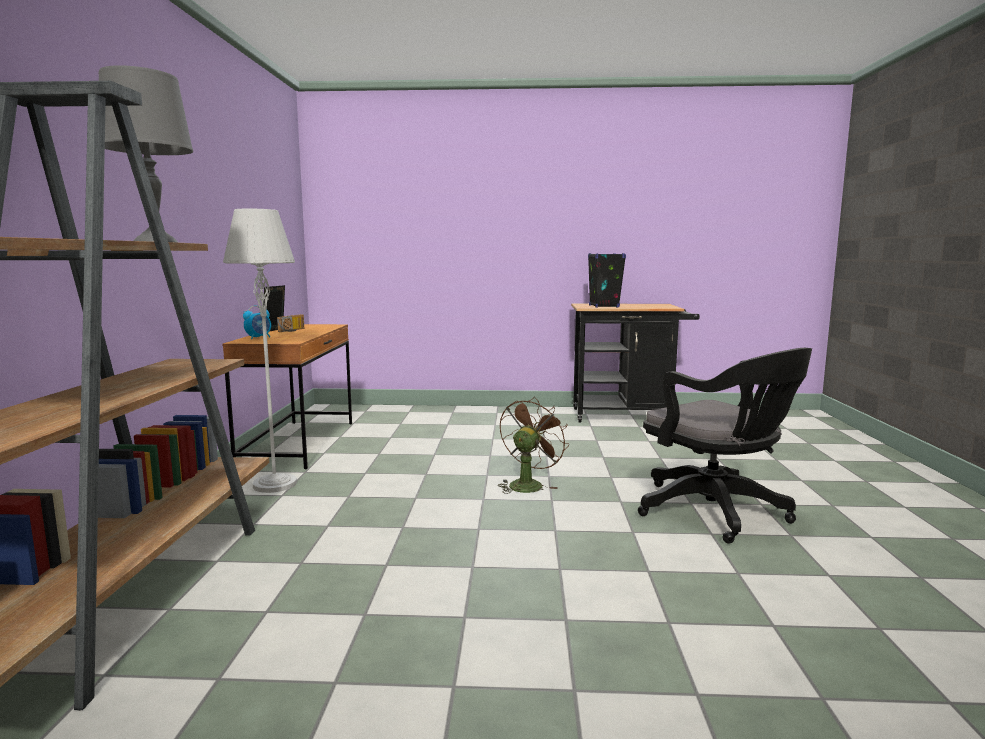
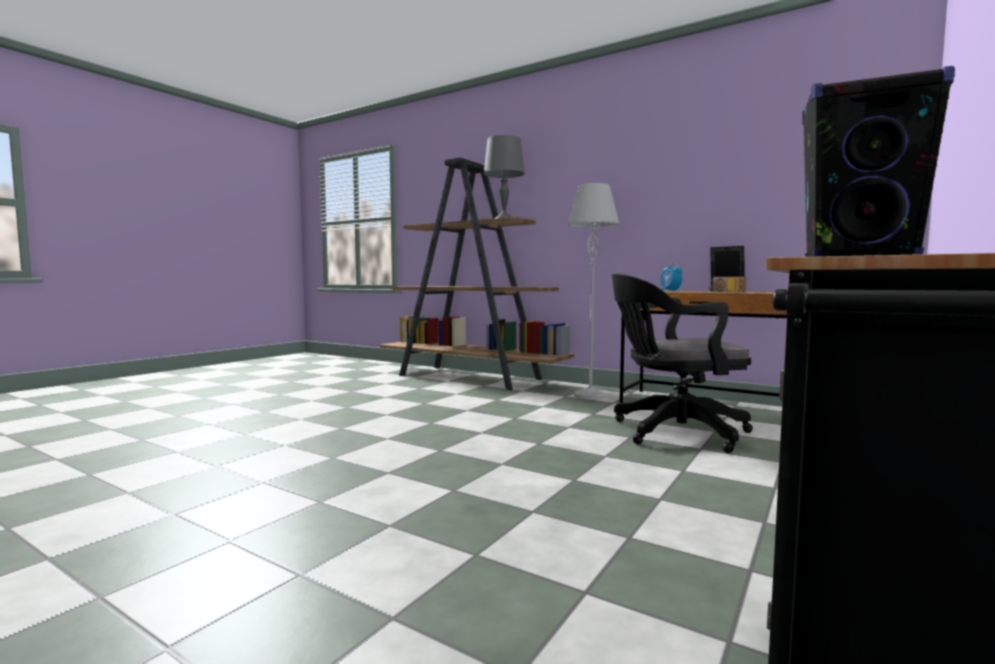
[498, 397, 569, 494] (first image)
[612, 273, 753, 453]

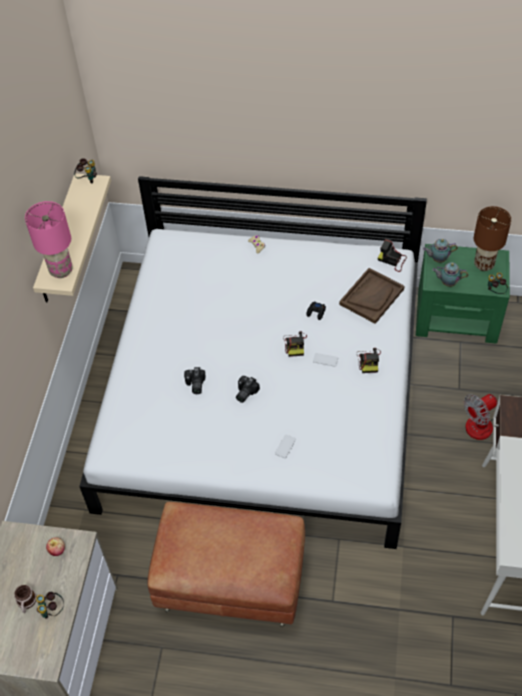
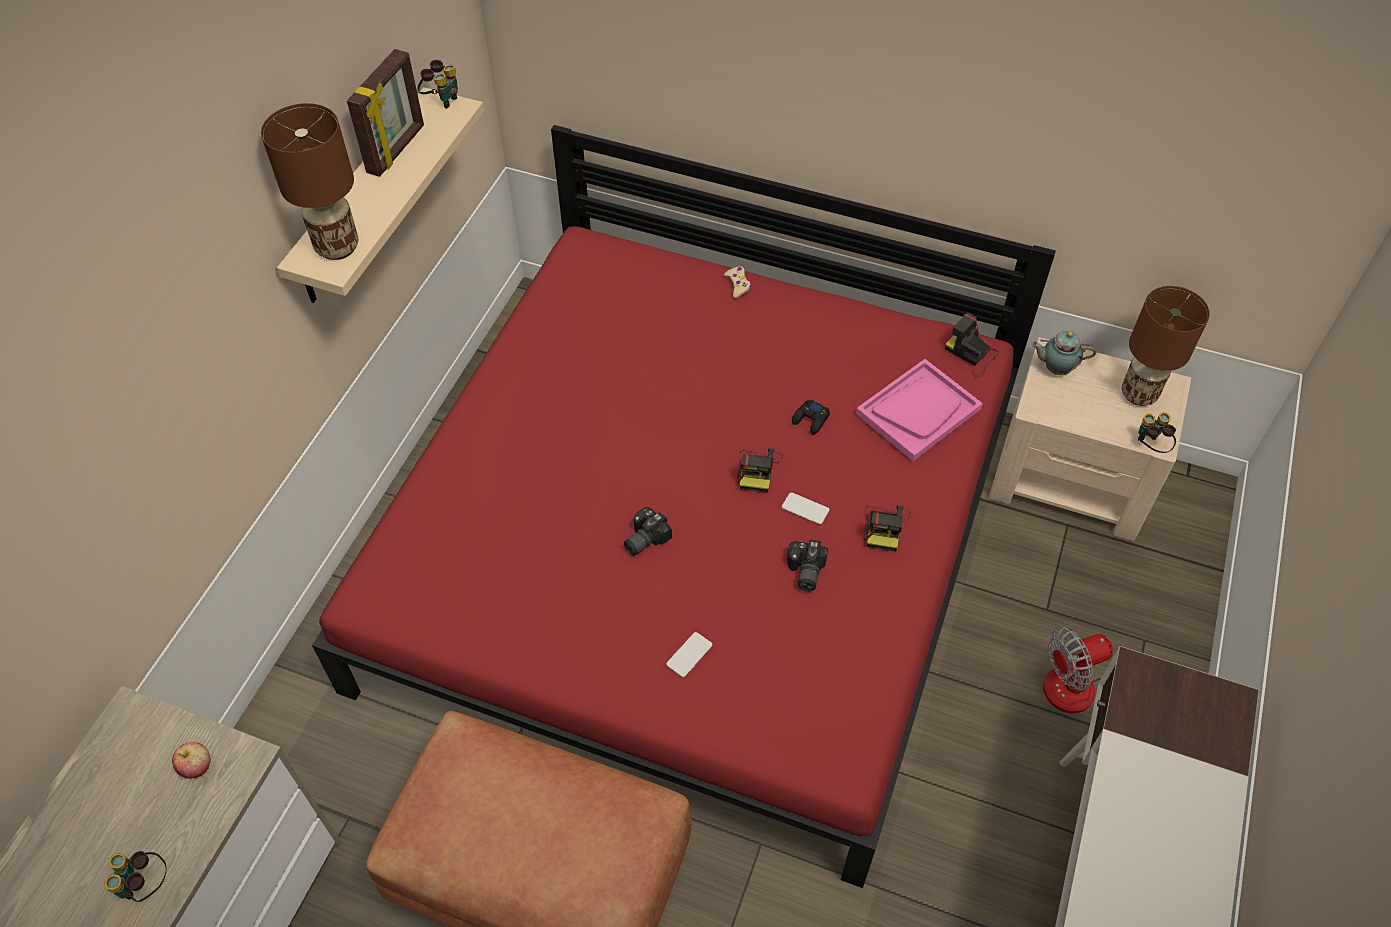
[14, 585, 37, 613] (first image)
[432, 262, 468, 287] (first image)
[347, 49, 424, 177]
[787, 539, 828, 592]
[261, 103, 359, 260]
[312, 125, 1056, 888]
[856, 359, 983, 461]
[989, 337, 1191, 541]

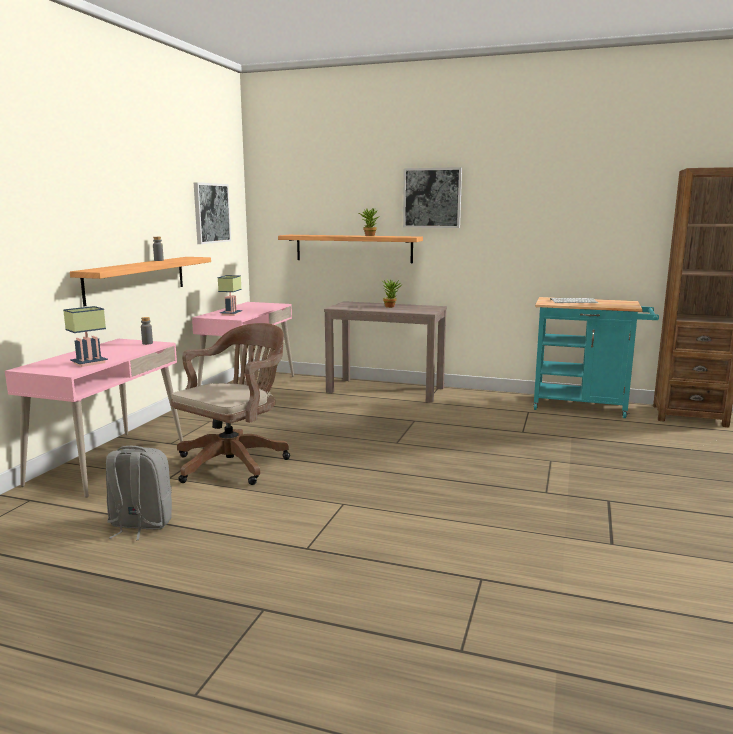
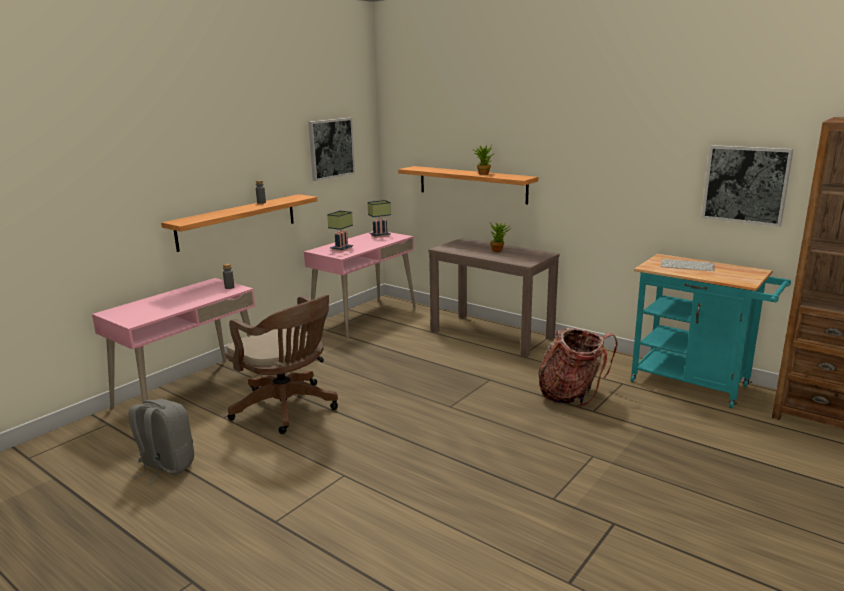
[538, 328, 618, 407]
[367, 200, 391, 238]
[702, 145, 793, 227]
[225, 295, 338, 434]

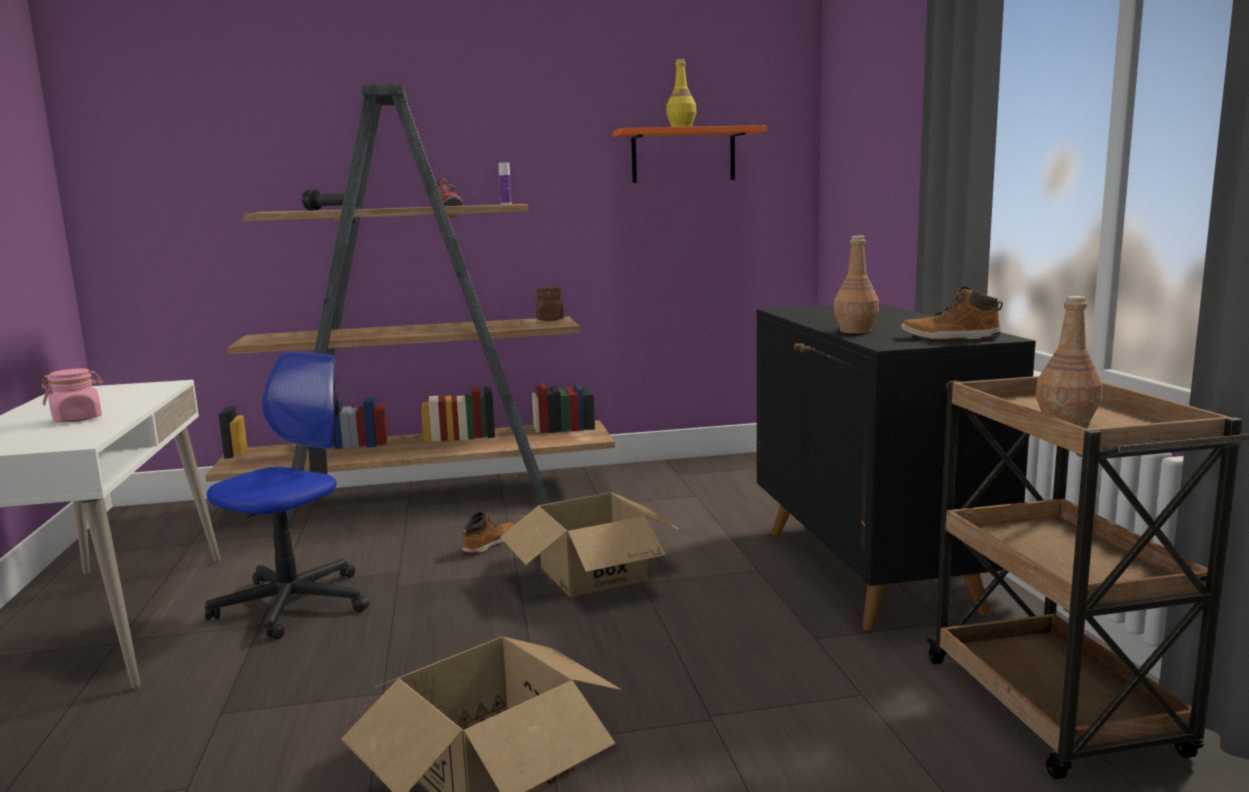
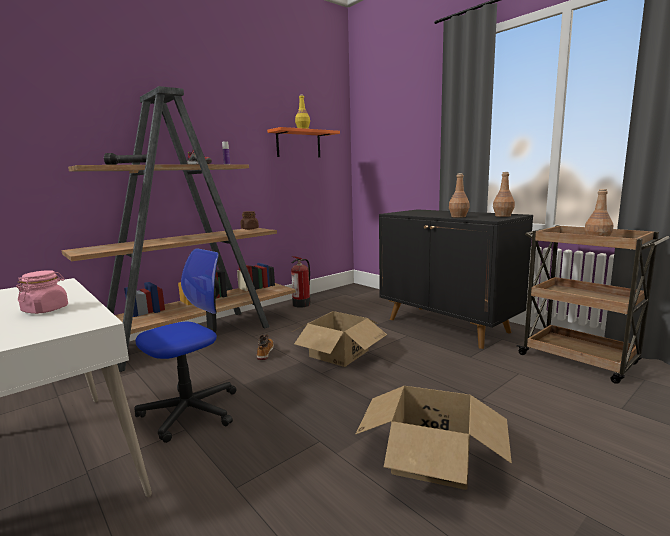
[291, 256, 311, 308]
[493, 172, 515, 217]
[134, 248, 237, 443]

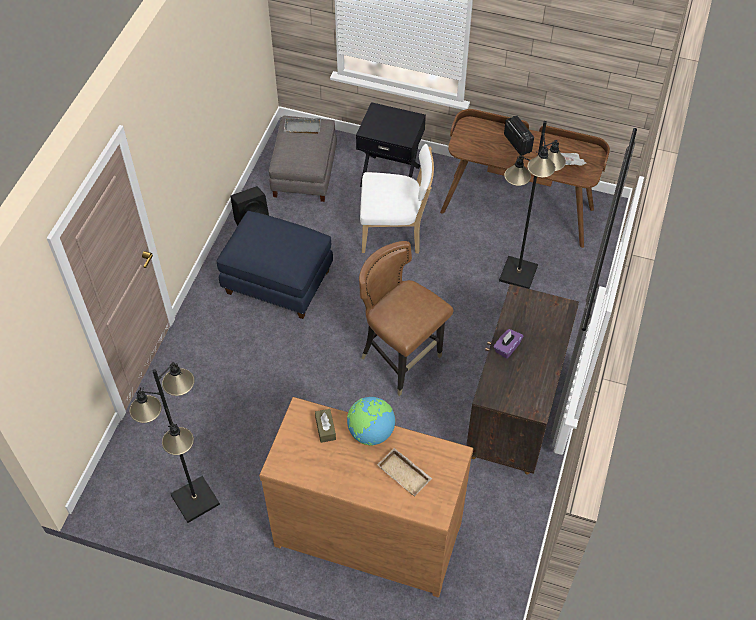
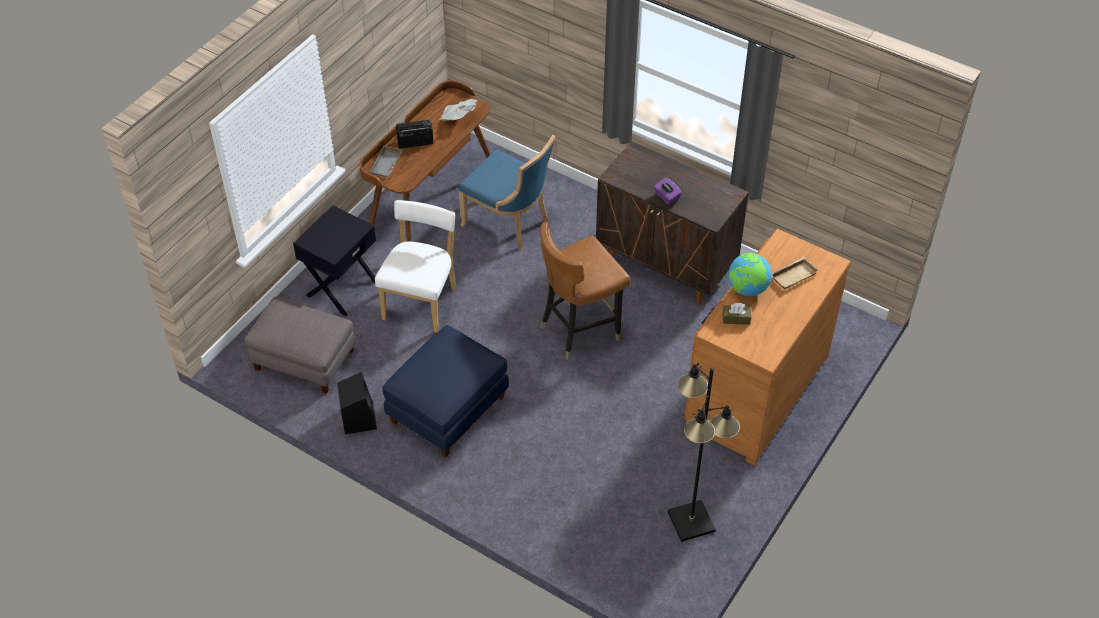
[369, 145, 403, 177]
[459, 135, 556, 250]

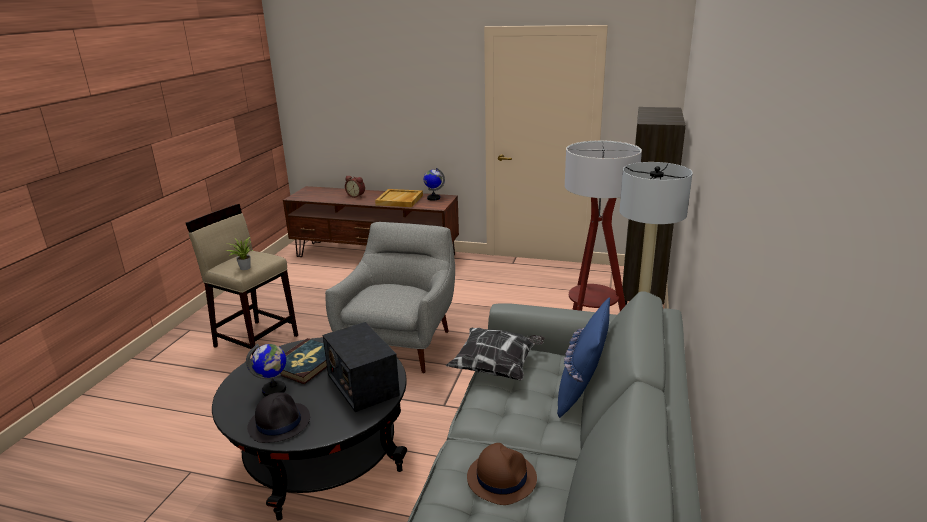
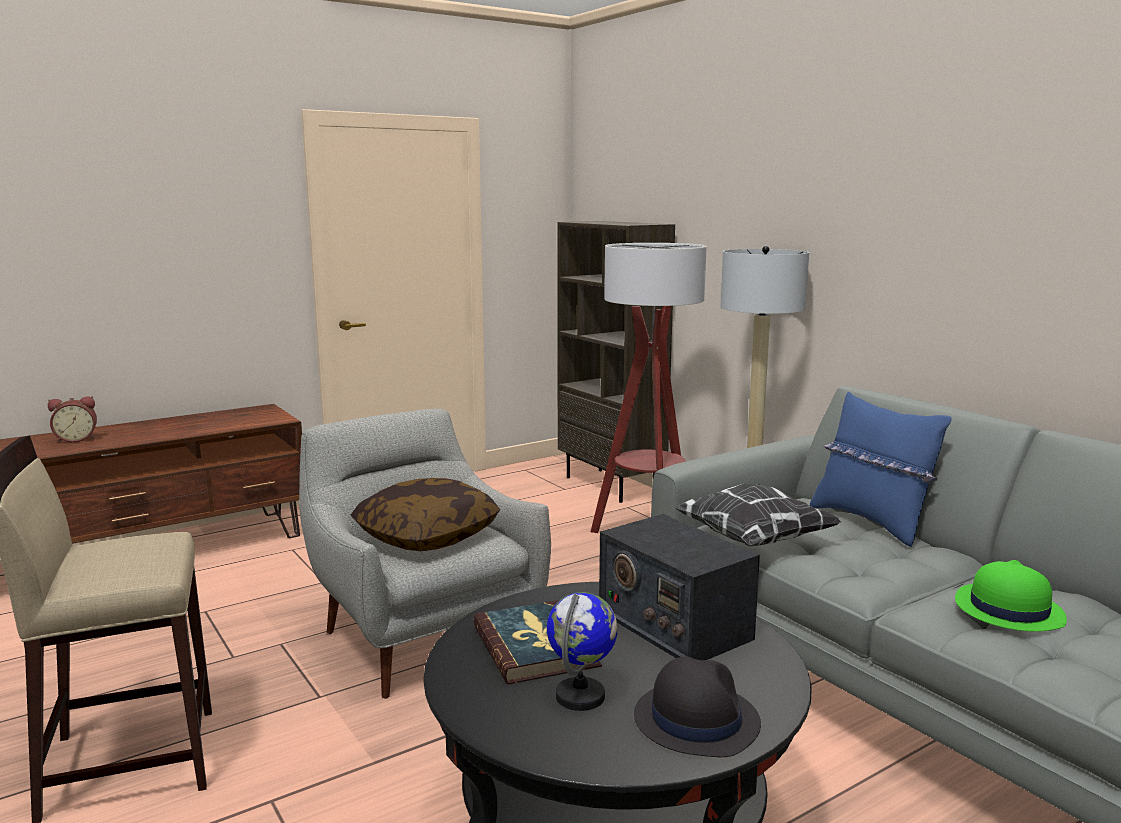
[226, 237, 254, 270] (first image)
[375, 189, 423, 207] (first image)
[424, 168, 445, 201] (first image)
[351, 478, 500, 551]
[955, 560, 1067, 632]
[599, 514, 760, 660]

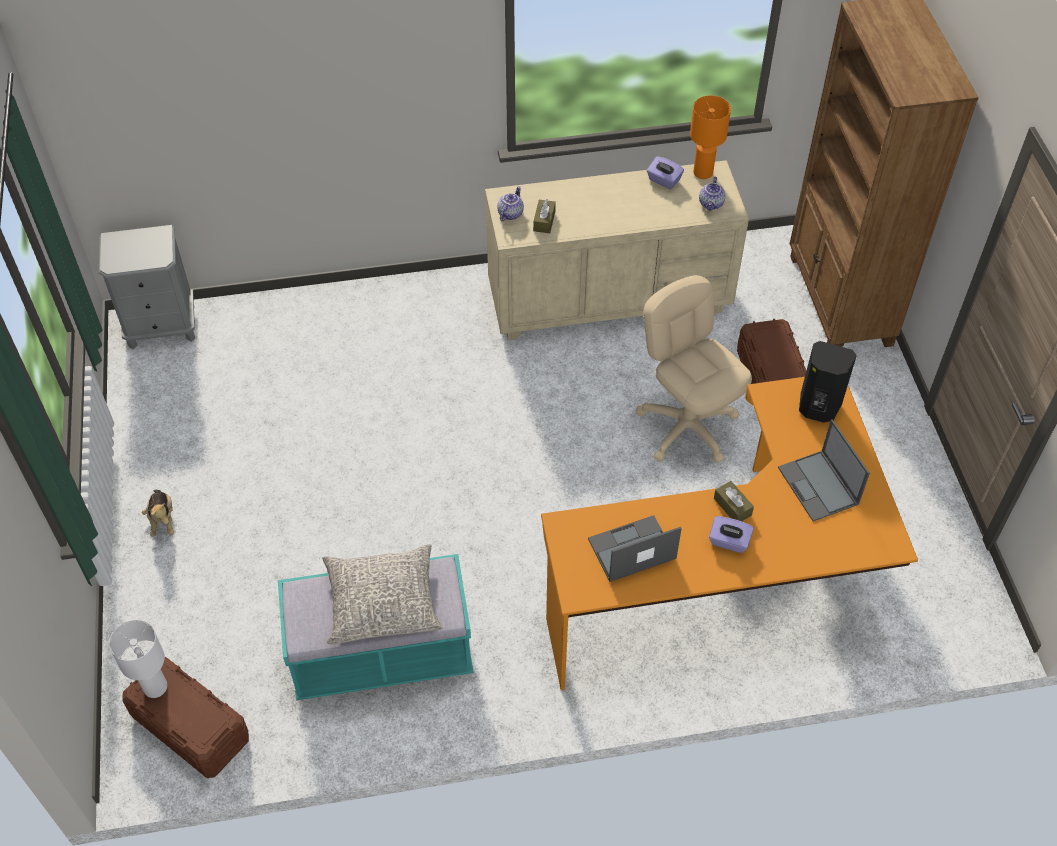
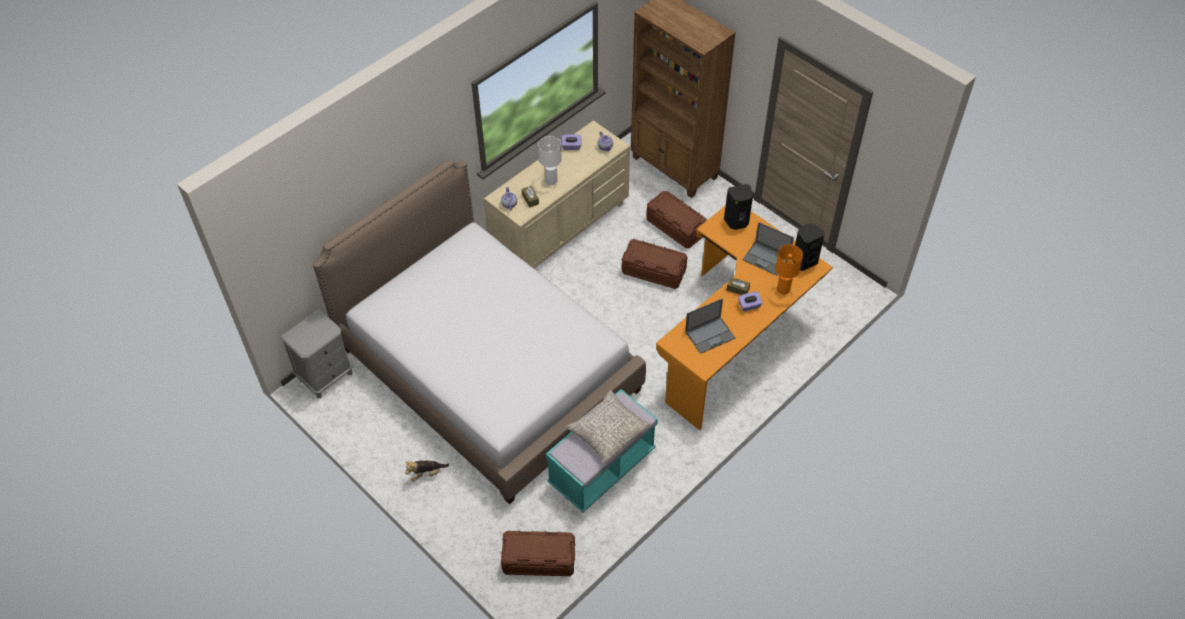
[313, 159, 646, 504]
[793, 224, 825, 271]
[538, 136, 562, 185]
[775, 245, 803, 294]
[622, 239, 687, 289]
[404, 460, 449, 482]
[685, 298, 735, 354]

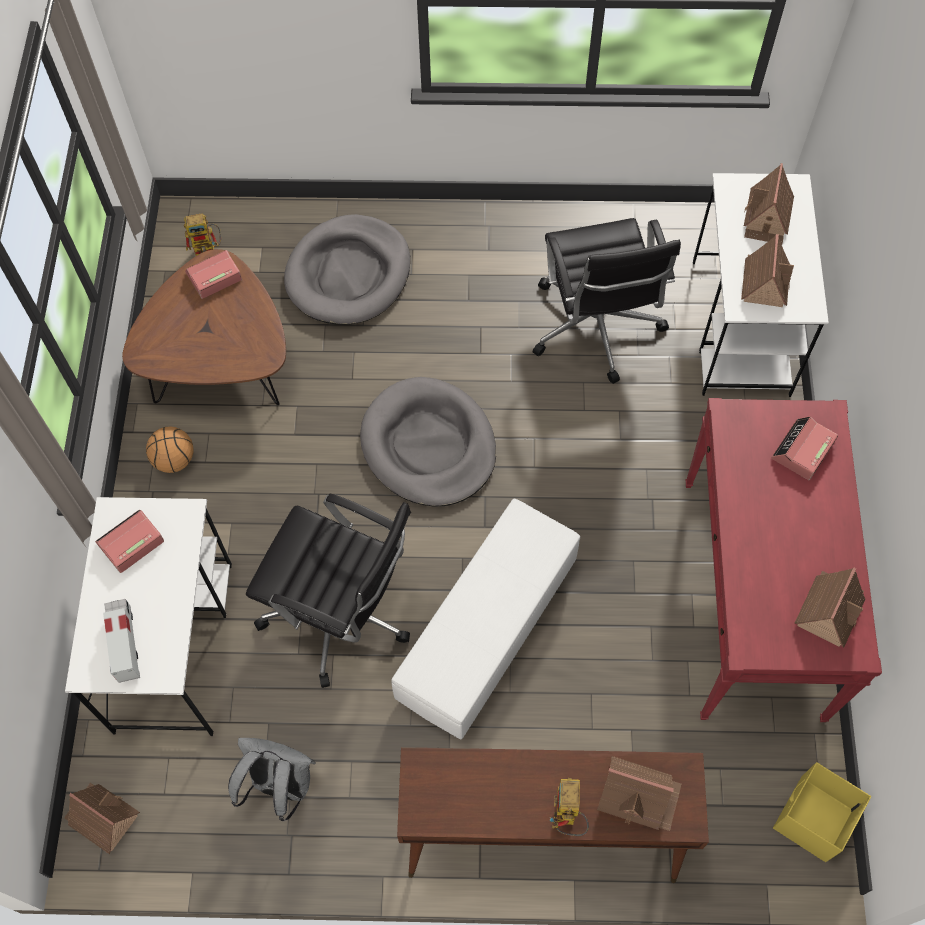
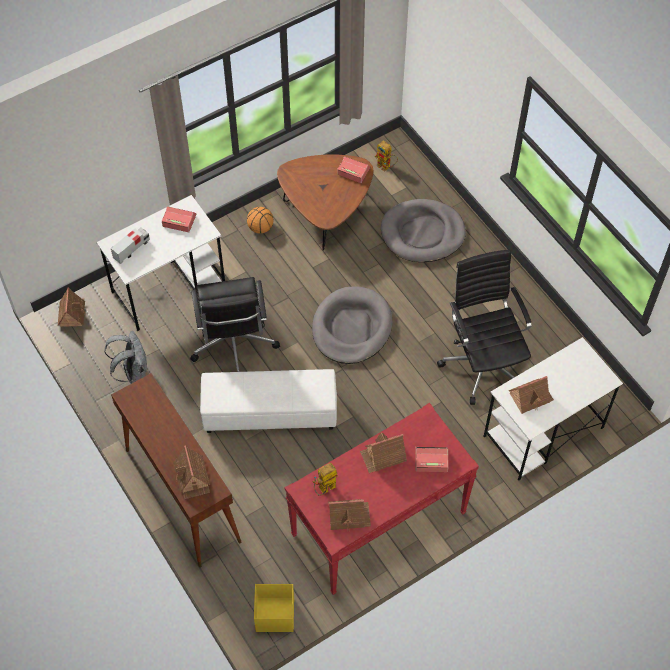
[313, 463, 338, 496]
[360, 432, 407, 473]
[437, 250, 531, 405]

